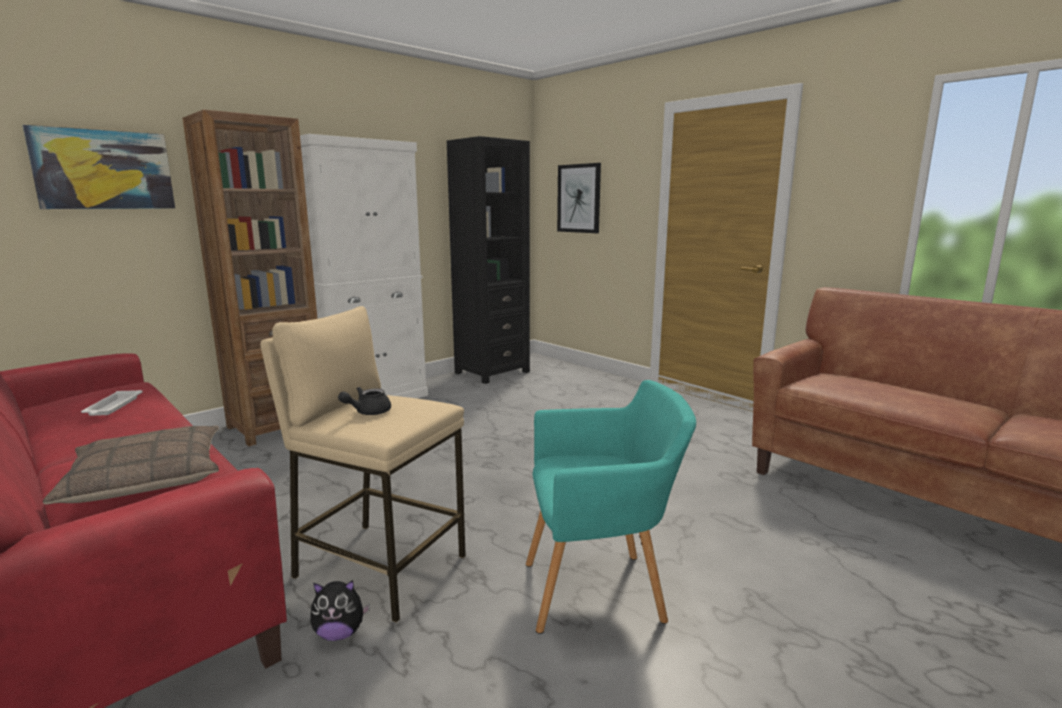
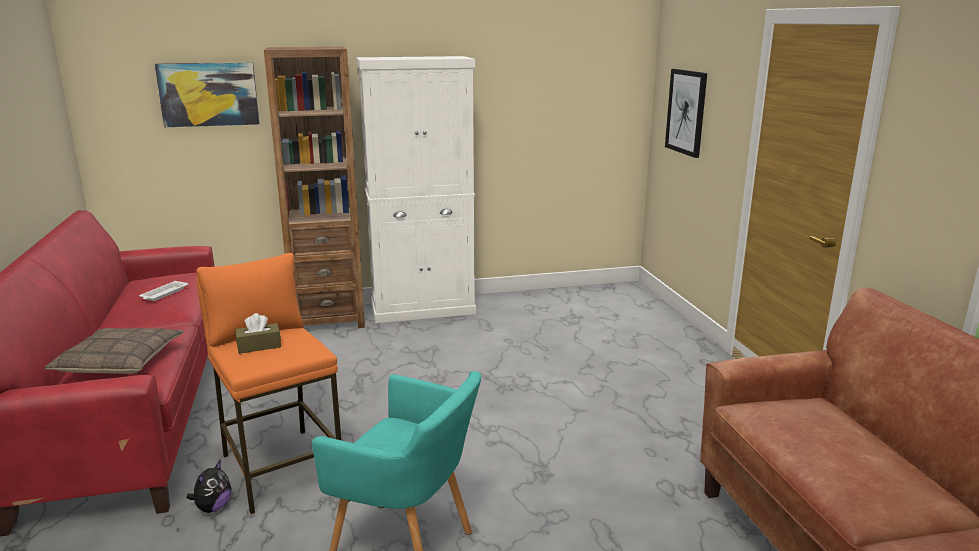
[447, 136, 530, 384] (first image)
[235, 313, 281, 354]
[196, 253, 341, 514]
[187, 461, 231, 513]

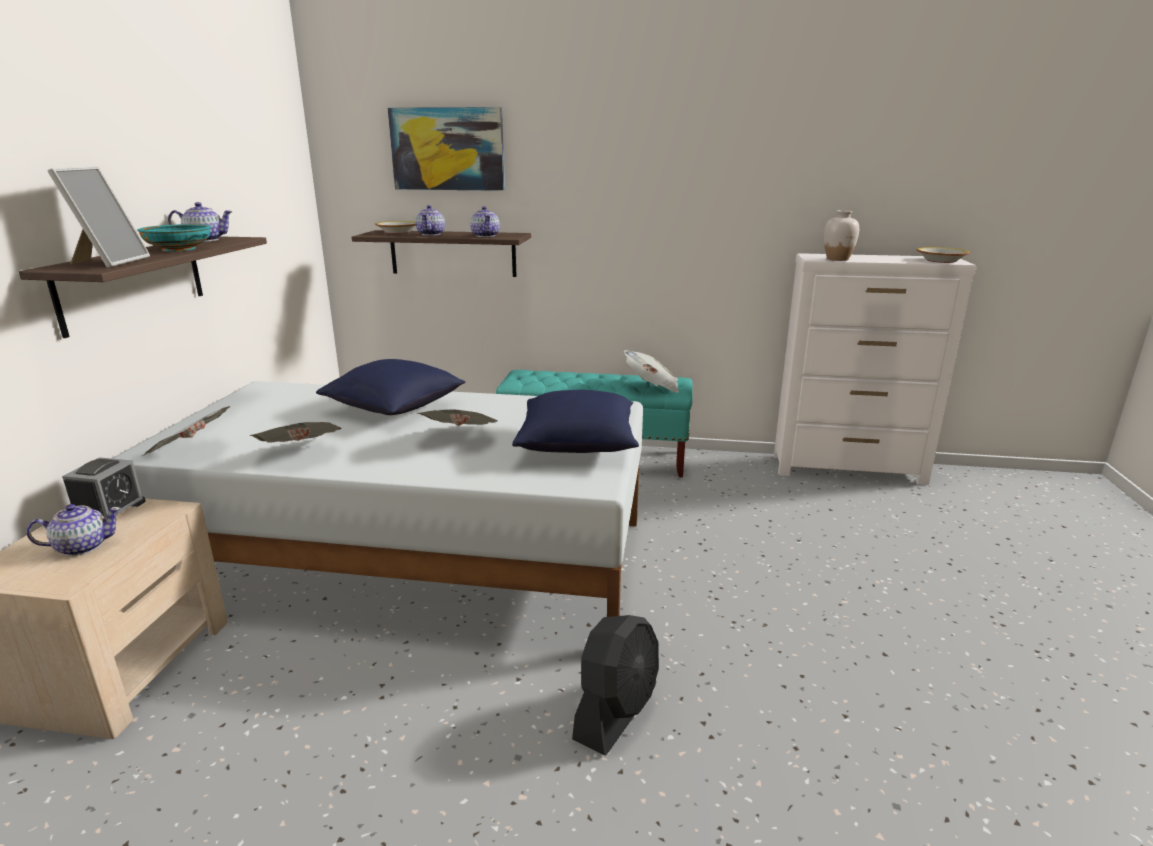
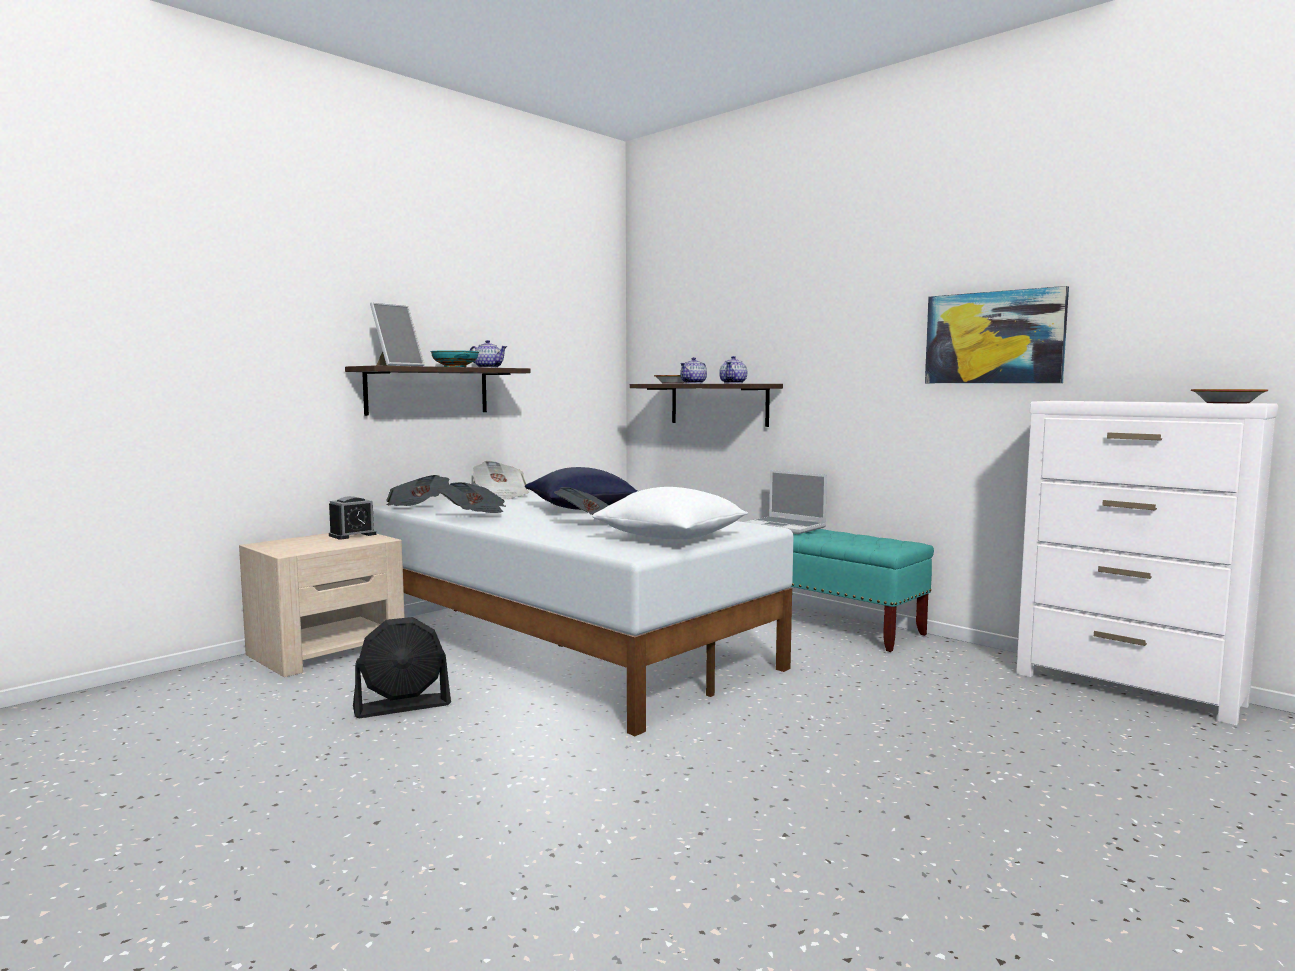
[27, 504, 121, 556] (first image)
[824, 210, 859, 261] (first image)
[746, 470, 827, 534]
[925, 286, 1069, 383]
[353, 617, 451, 718]
[473, 461, 529, 500]
[593, 487, 748, 540]

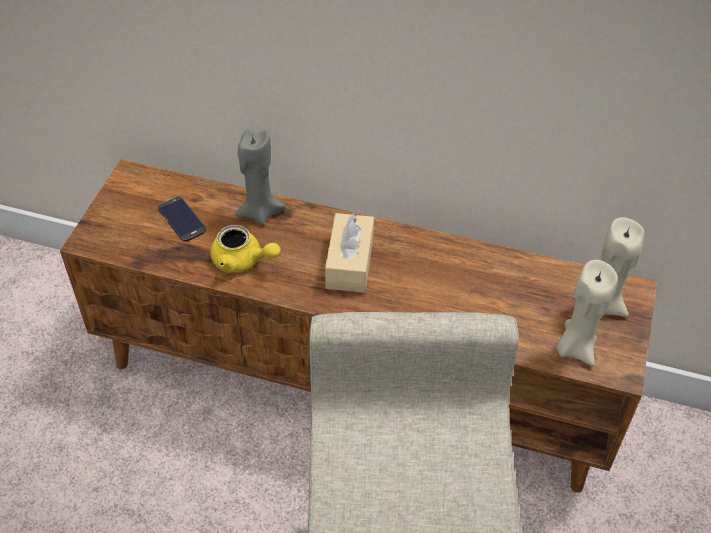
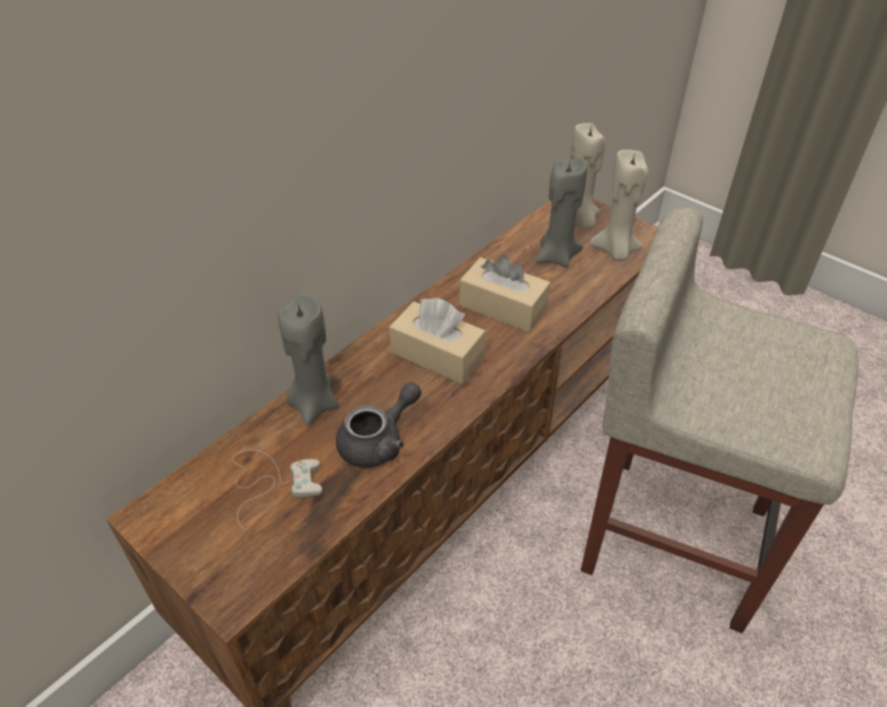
[459, 255, 551, 332]
[536, 157, 587, 267]
[233, 450, 323, 530]
[336, 382, 421, 468]

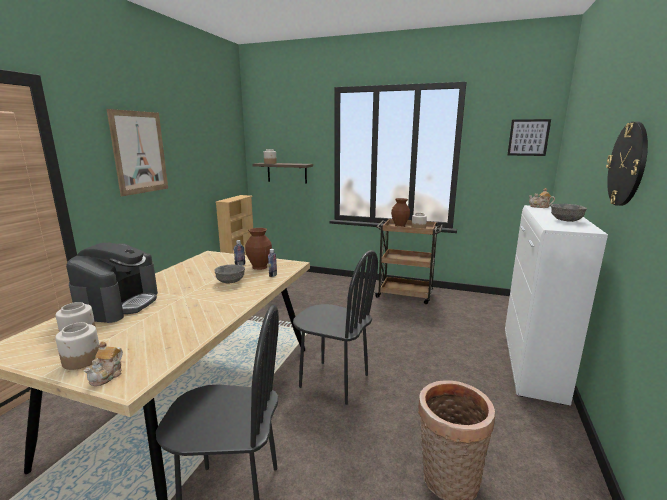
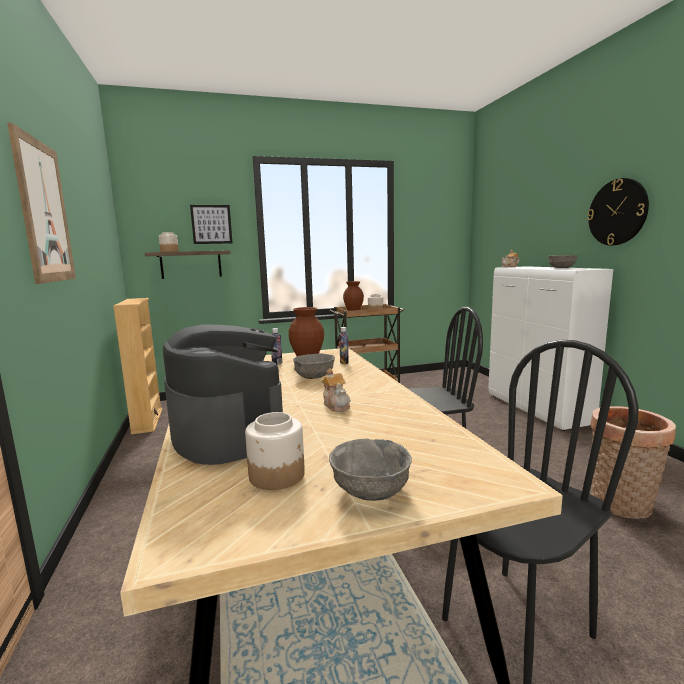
[322, 369, 351, 412]
[190, 205, 233, 244]
[329, 439, 412, 501]

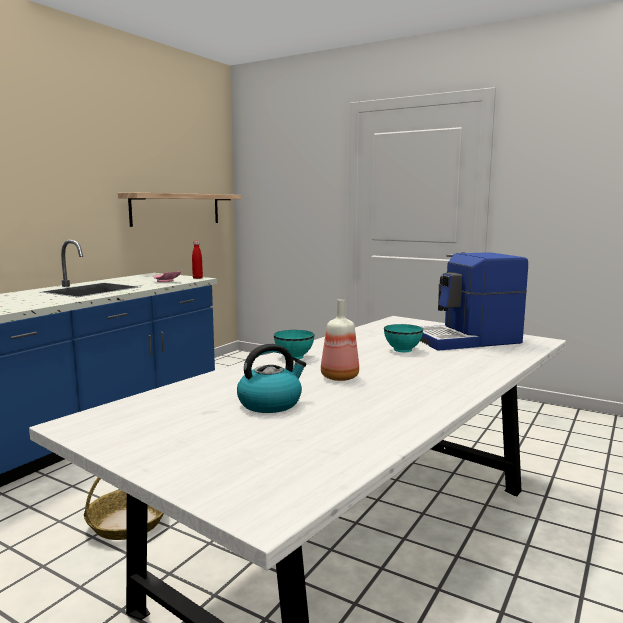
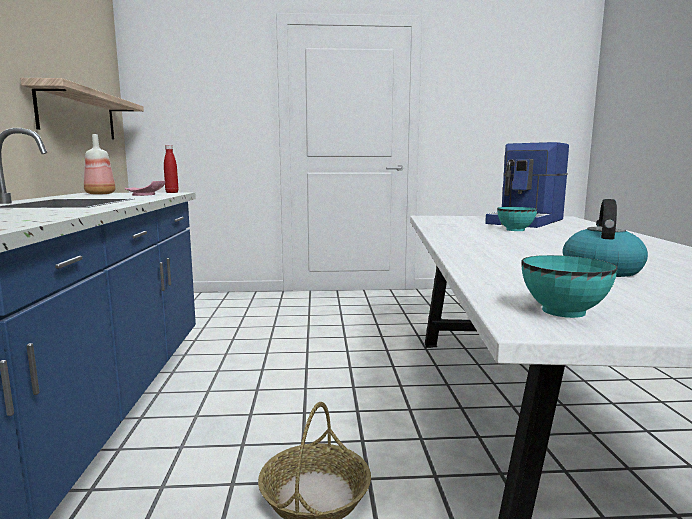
[522, 255, 618, 318]
[84, 134, 116, 194]

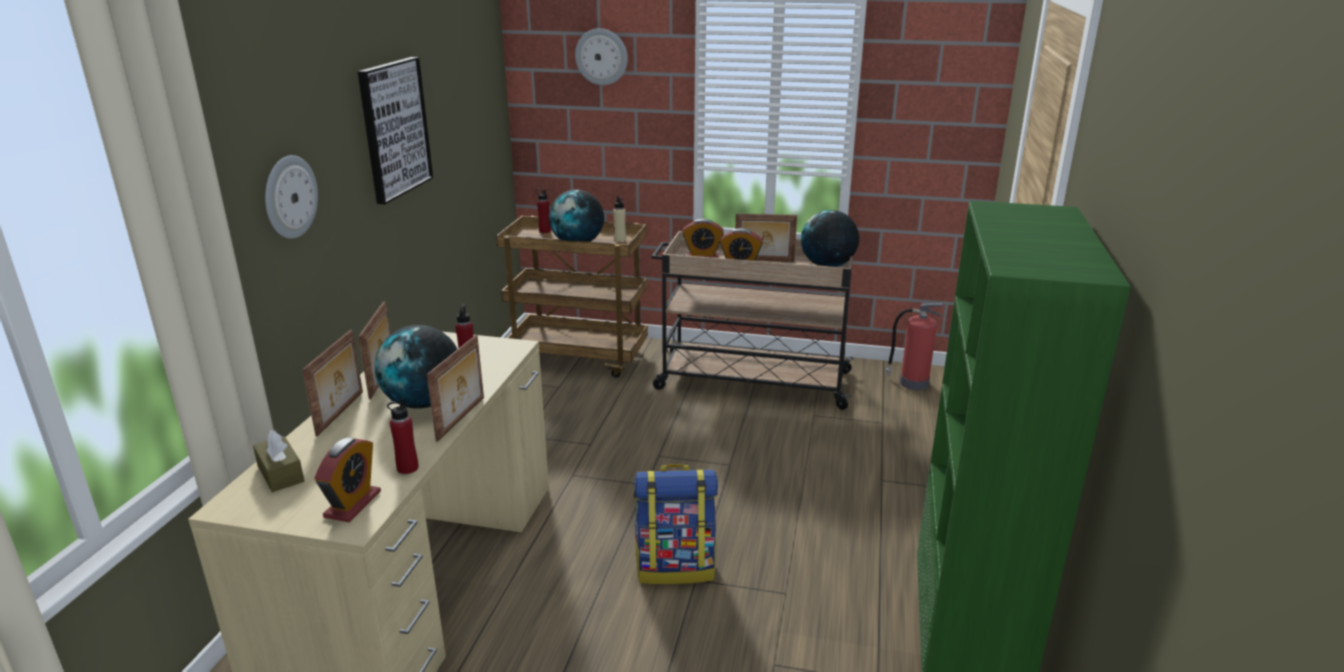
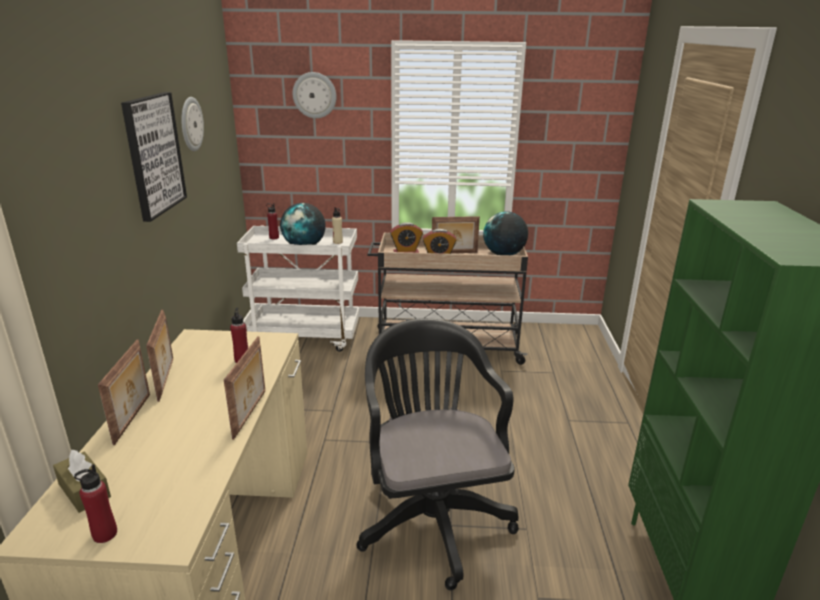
[314, 438, 381, 523] (first image)
[375, 325, 457, 409] (first image)
[886, 303, 944, 390] (first image)
[181, 97, 204, 151]
[74, 464, 117, 543]
[357, 318, 519, 591]
[237, 226, 359, 352]

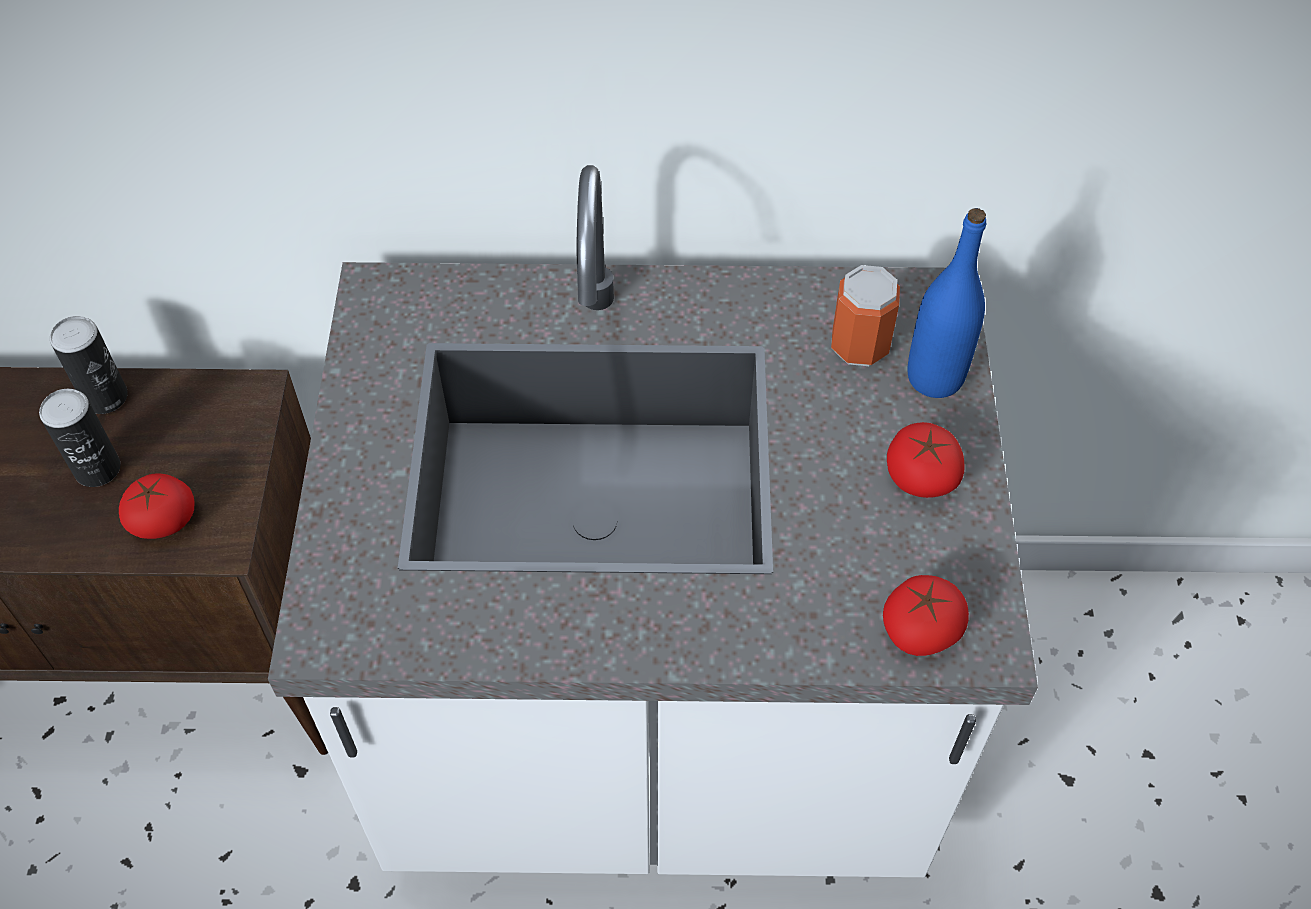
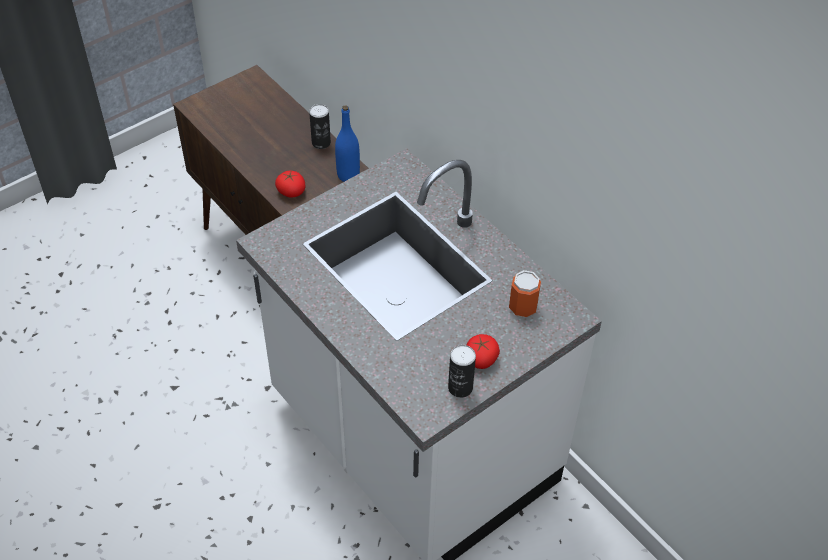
[883, 575, 969, 656] (first image)
[448, 345, 476, 398]
[335, 105, 360, 182]

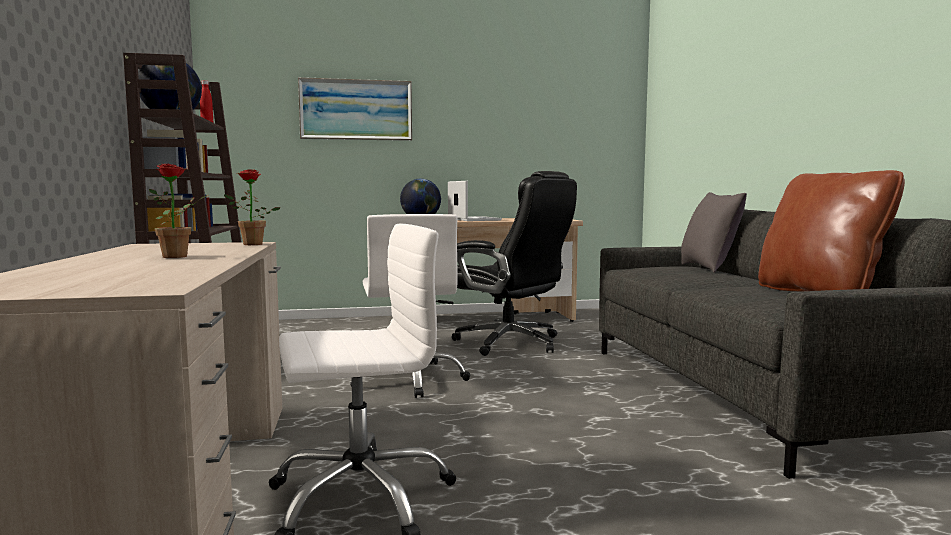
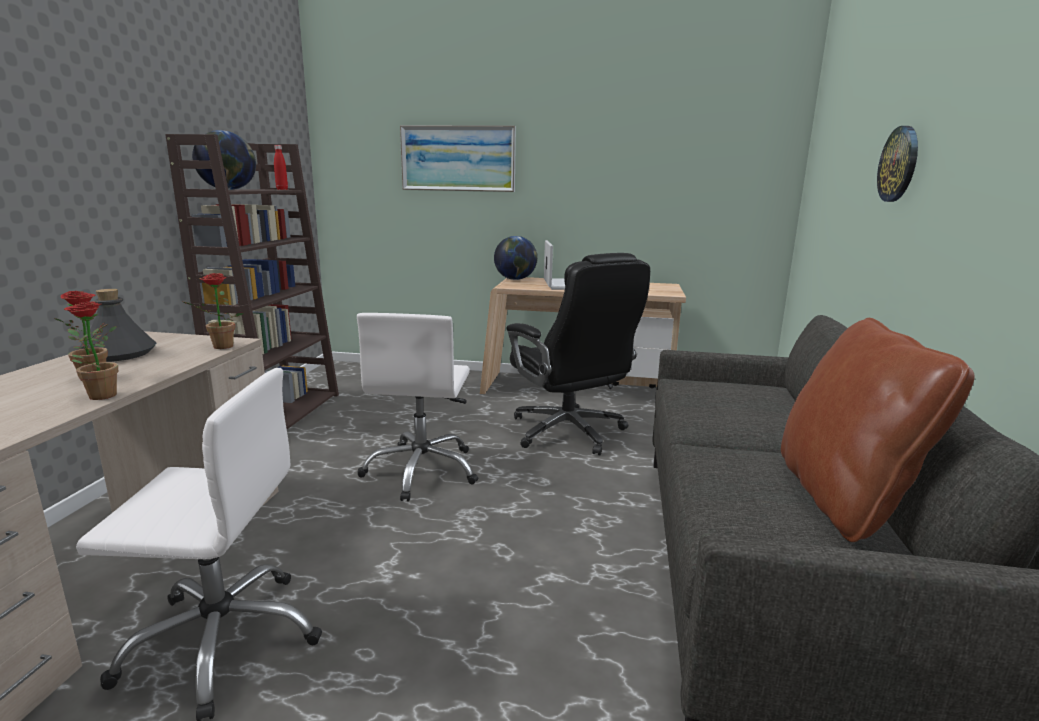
[681, 192, 747, 273] (first image)
[64, 301, 118, 400]
[78, 289, 156, 362]
[877, 126, 918, 202]

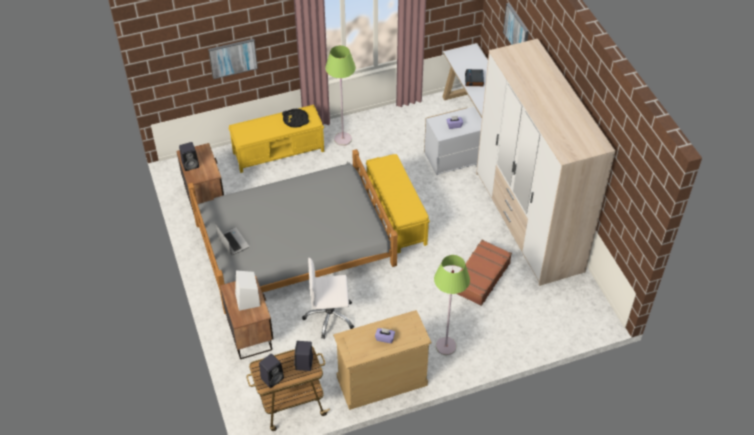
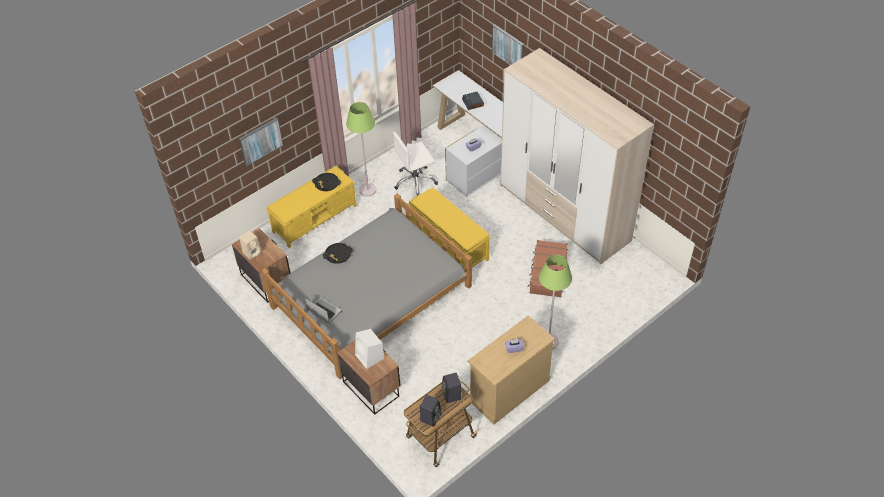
[323, 243, 353, 264]
[393, 132, 438, 196]
[239, 231, 262, 260]

